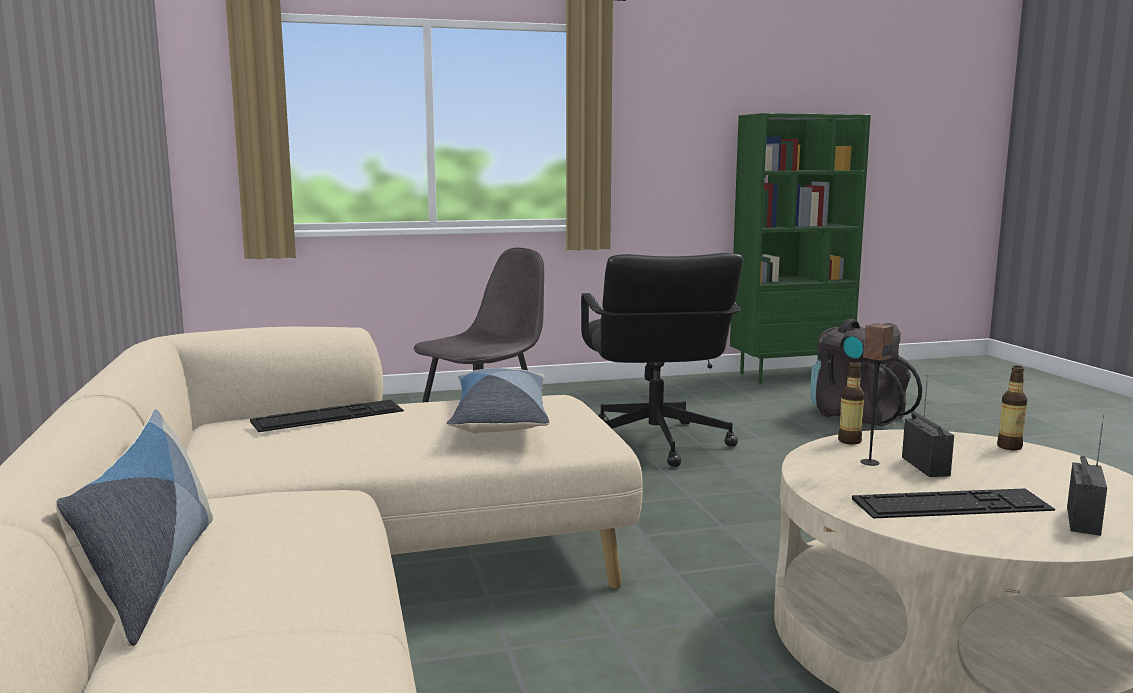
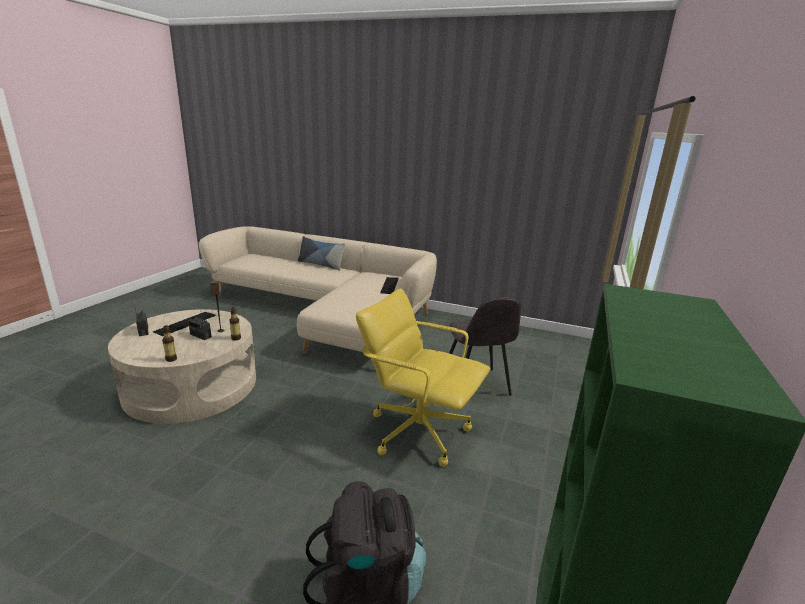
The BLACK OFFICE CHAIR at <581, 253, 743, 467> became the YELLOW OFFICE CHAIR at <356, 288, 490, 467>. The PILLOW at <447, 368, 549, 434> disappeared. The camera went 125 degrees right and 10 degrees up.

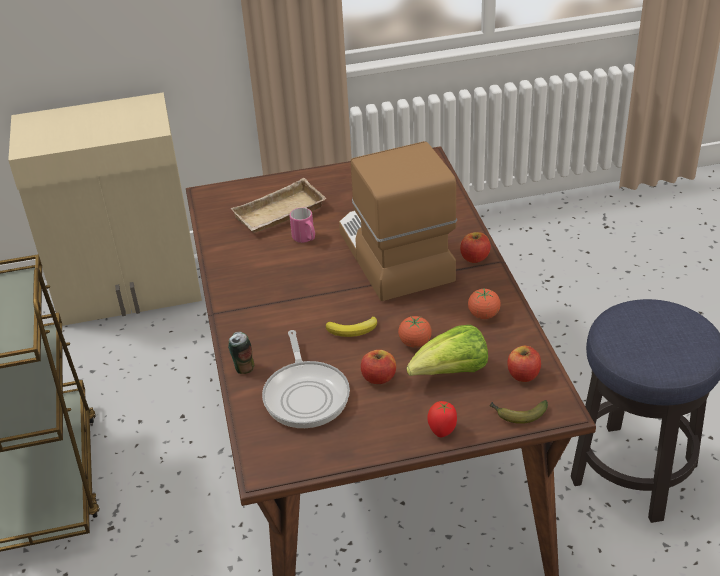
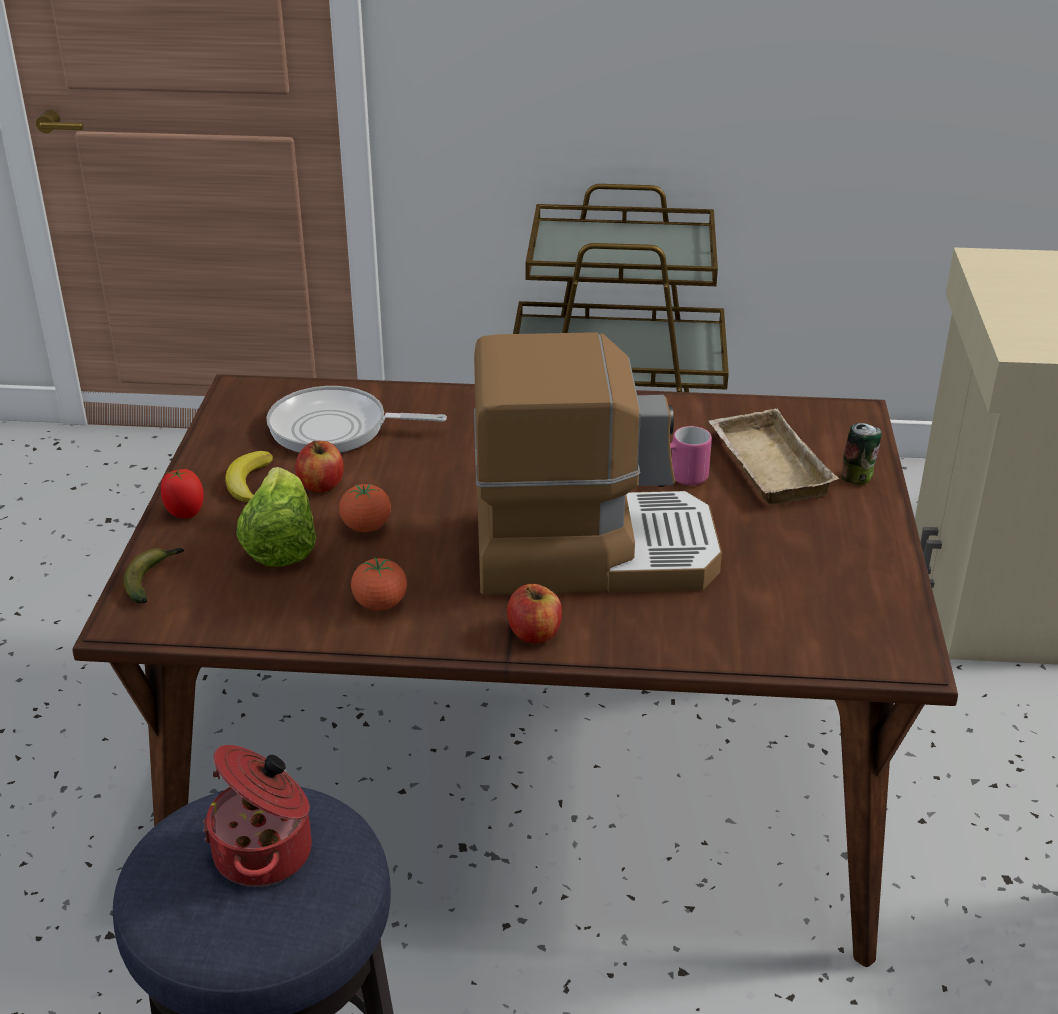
The BANANA moved from <326, 316, 377, 337> to <225, 451, 273, 502>. The CAN moved from <228, 332, 255, 374> to <841, 423, 881, 485>. The APPLE at <507, 346, 541, 382> disappeared. The COOKING POT at <203, 745, 312, 887> appeared. The camera went 105 degrees right and 5 degrees down.

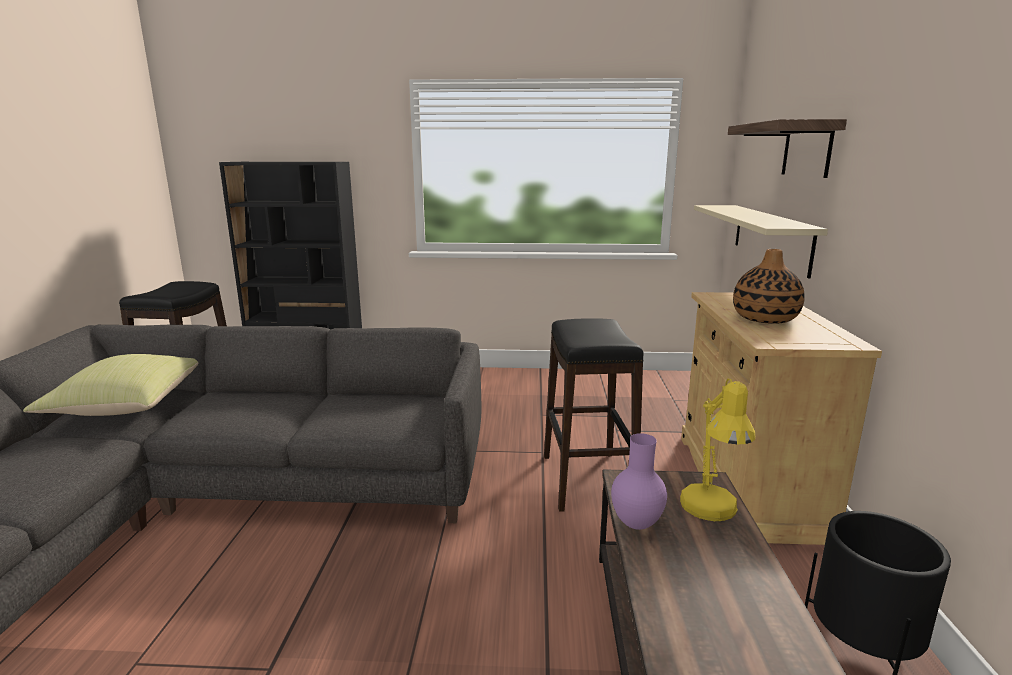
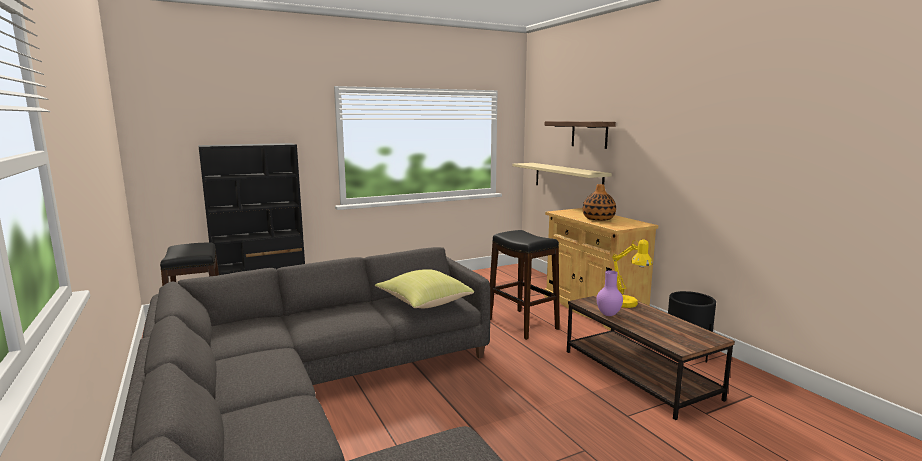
The YELLOW PILLOW moved from <23, 354, 199, 416> to <375, 269, 474, 308>. The camera went 30 degrees left and 5 degrees down.

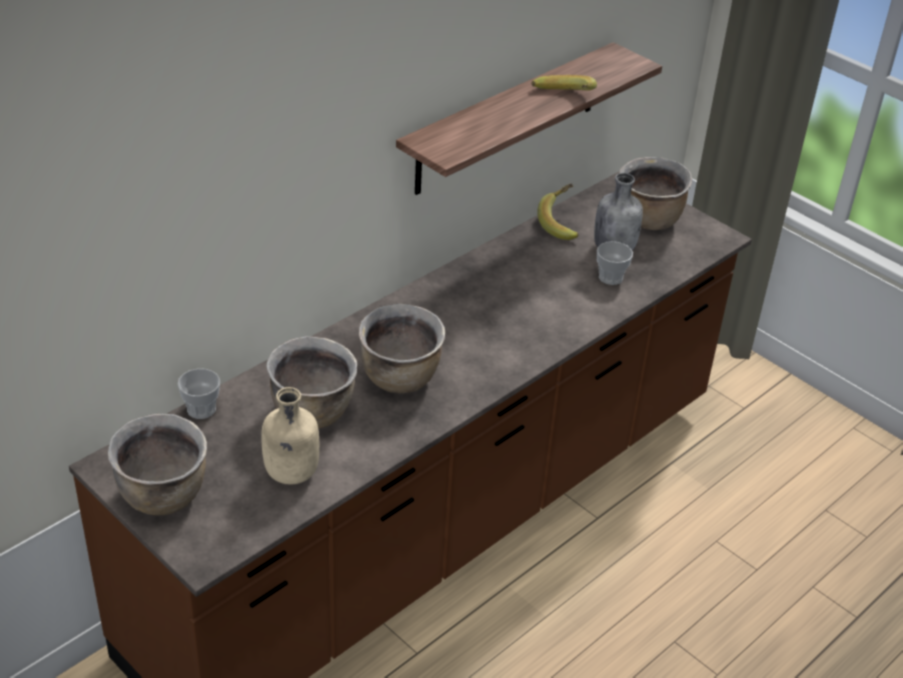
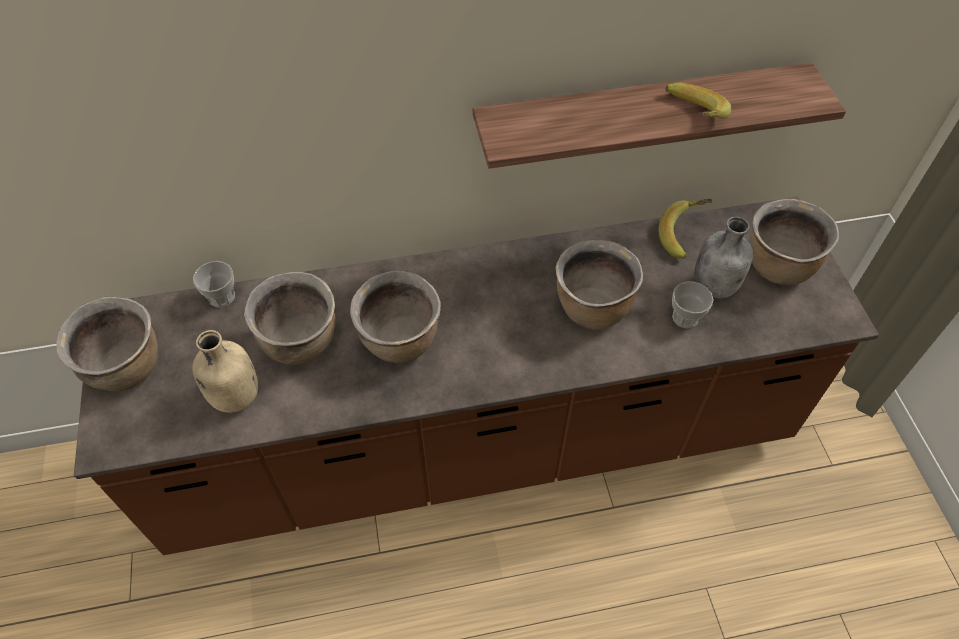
The BROWN COOKING POT at <555, 240, 643, 330> appeared. The camera went 35 degrees right and 15 degrees up.

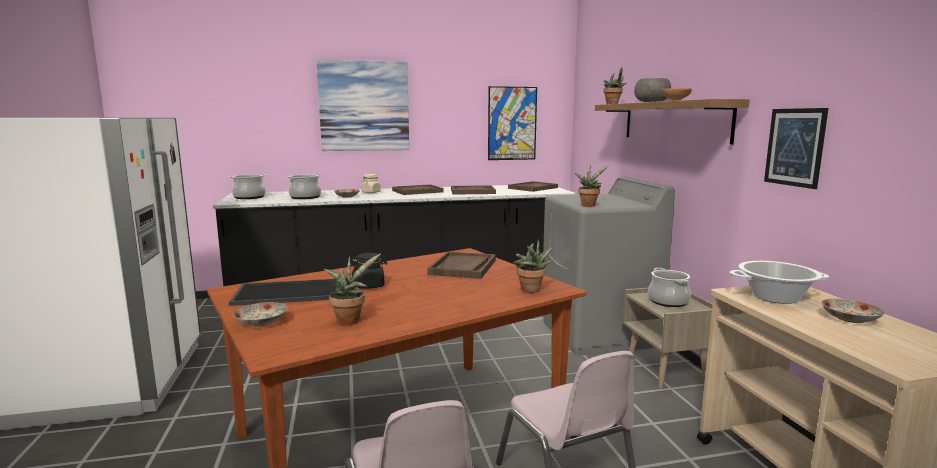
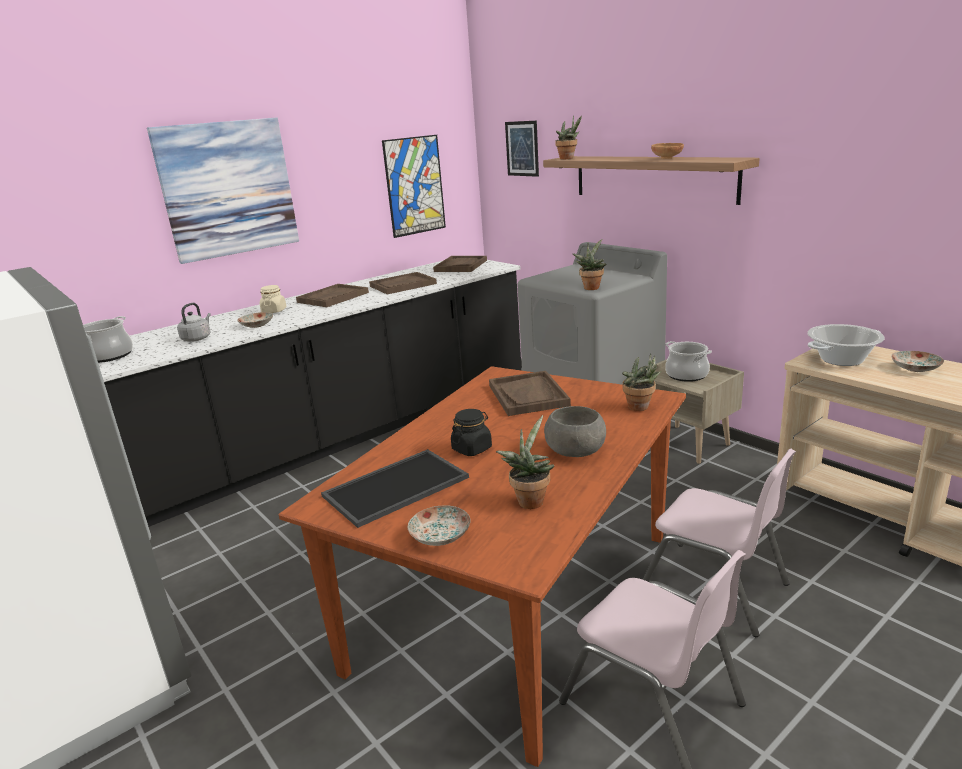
The GREY BOWL moved from <634, 78, 671, 102> to <544, 406, 606, 457>. The PICTURE moved from <764, 108, 828, 189> to <505, 121, 539, 177>. The COOKING POT at <286, 174, 321, 199> was replaced by the GREY KETTLE at <177, 303, 211, 342>. The camera went 25 degrees left and 10 degrees up.

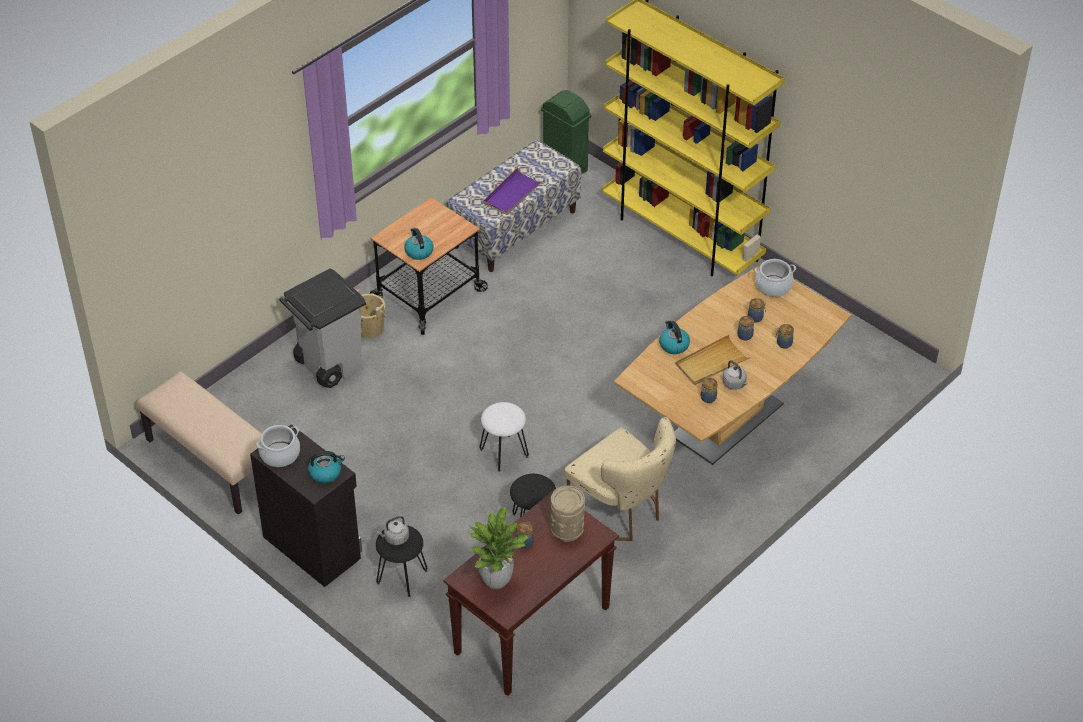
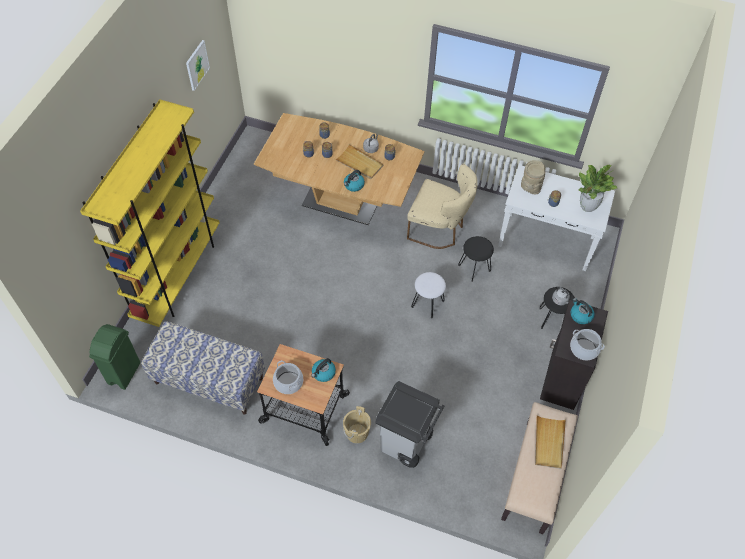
The PURPLE TRAY at <483, 167, 544, 215> disappeared. The COOKING POT moved from <755, 259, 796, 297> to <273, 360, 303, 394>. The BEIGE CHAIR at <565, 417, 676, 541> turned 90 degrees clockwise. The BROWN CONSOLE TABLE at <443, 490, 619, 696> became the WHITE CONSOLE TABLE at <498, 165, 615, 271>. The PICTURE at <186, 40, 210, 91> appeared. The BEIGE TRAY at <535, 416, 566, 469> appeared. The camera went 115 degrees left and 10 degrees up.

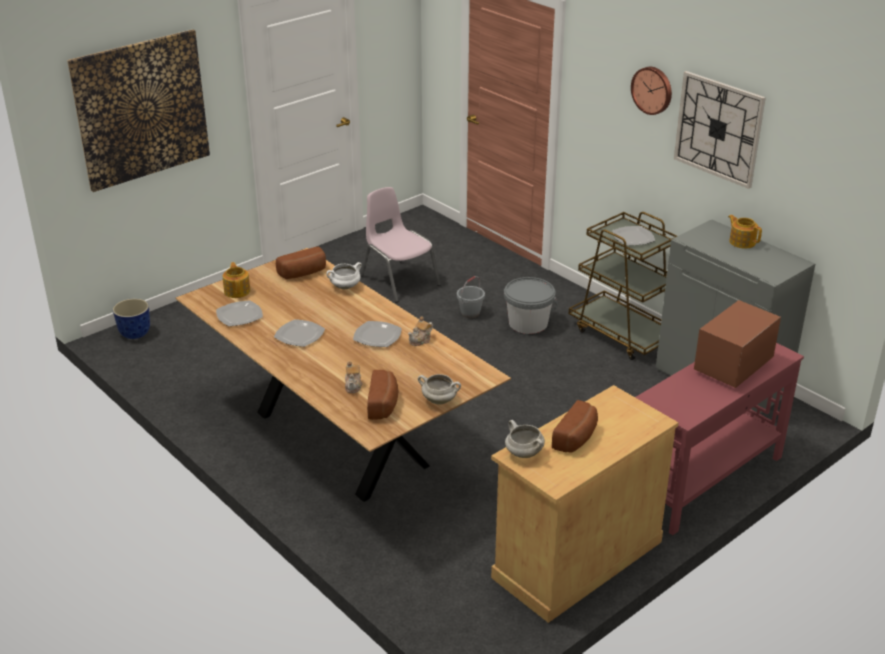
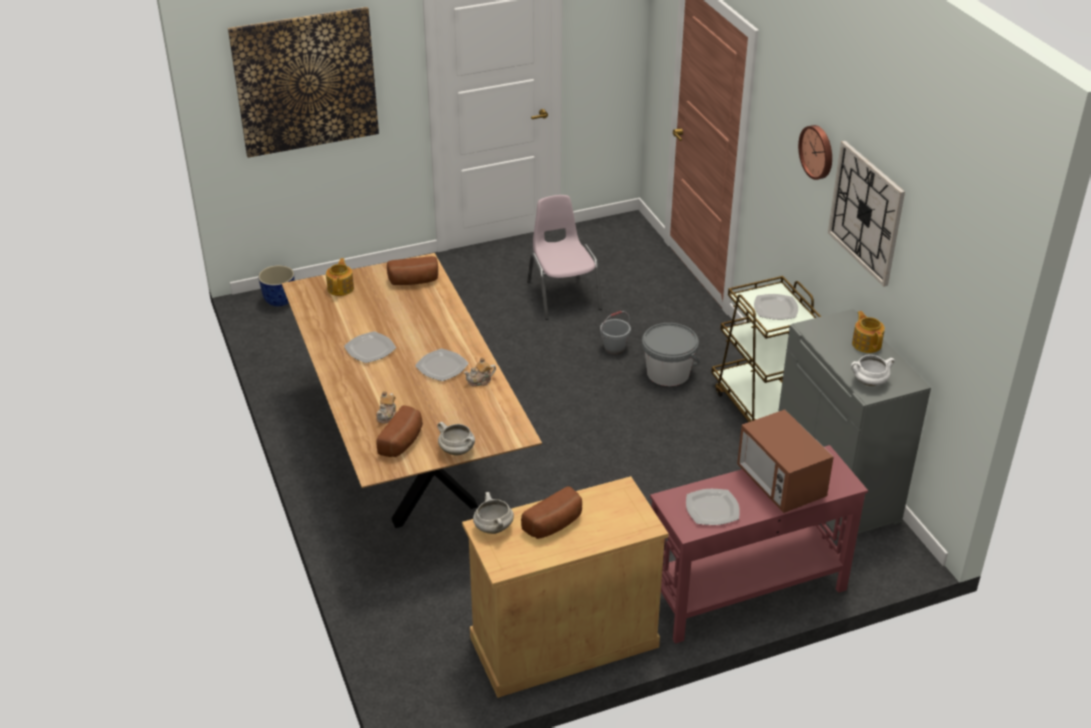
The WHITE COOKING POT moved from <326, 262, 362, 289> to <851, 355, 895, 386>. The PLATE moved from <216, 300, 263, 326> to <686, 489, 740, 525>. The MICROWAVE at <694, 300, 781, 388> turned 90 degrees counterclockwise. The camera went 20 degrees right and 5 degrees up.

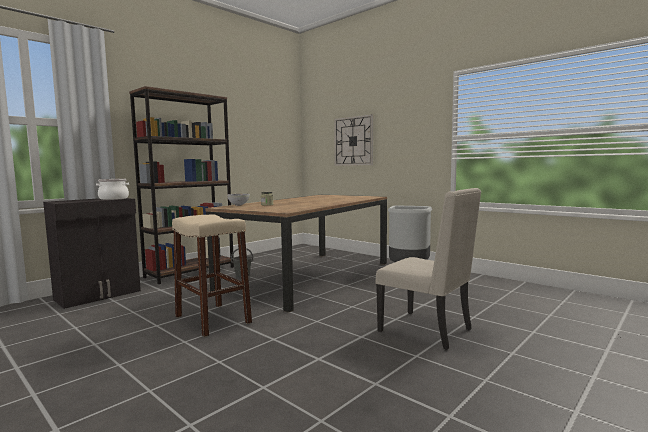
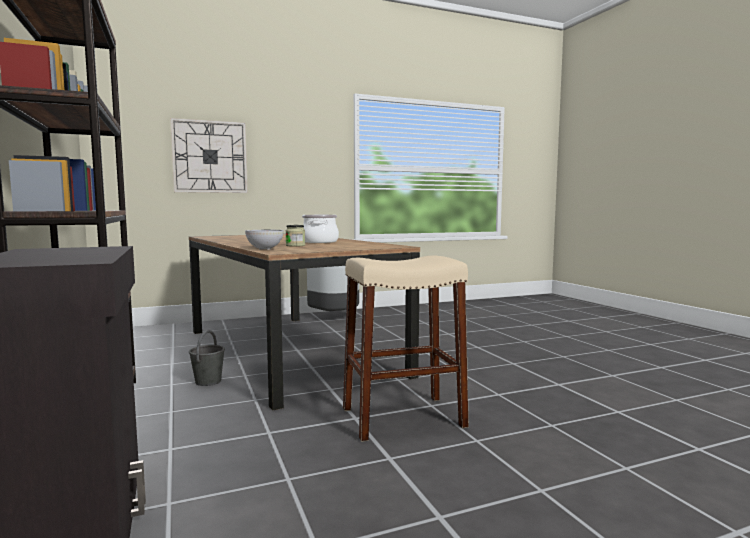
The COOKING POT moved from <96, 179, 129, 200> to <302, 215, 339, 243>. The BEIGE CHAIR at <376, 188, 481, 350> disappeared. The camera went 65 degrees left and 0 degrees up.

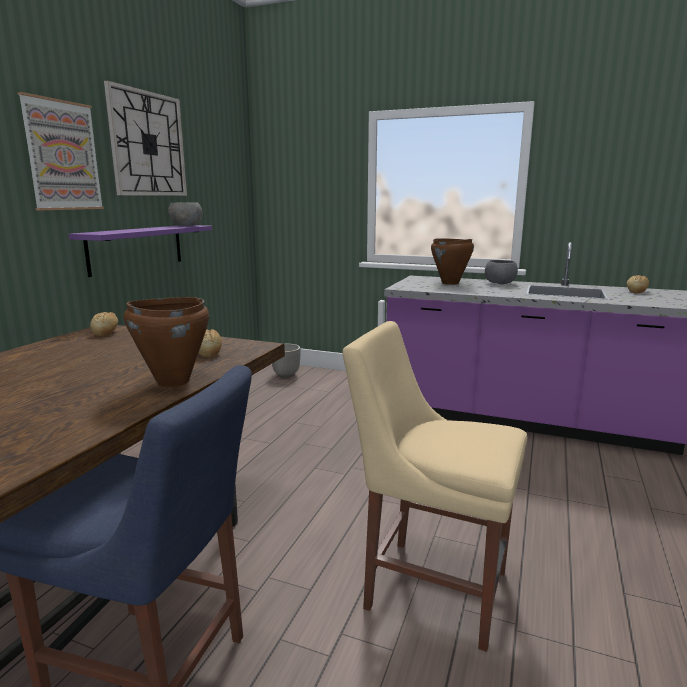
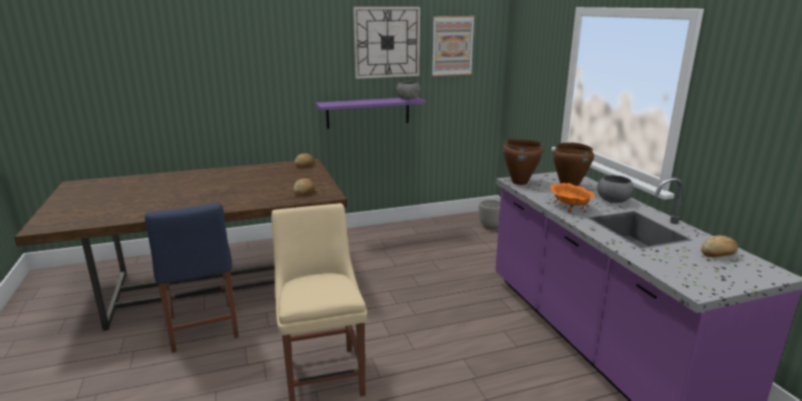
The PICTURE moved from <17, 92, 104, 210> to <432, 16, 475, 76>. The BROWN COOKING POT moved from <124, 297, 209, 387> to <503, 139, 544, 185>. The ORANGE BOWL at <550, 183, 595, 213> appeared. The camera went 50 degrees right and 5 degrees up.

